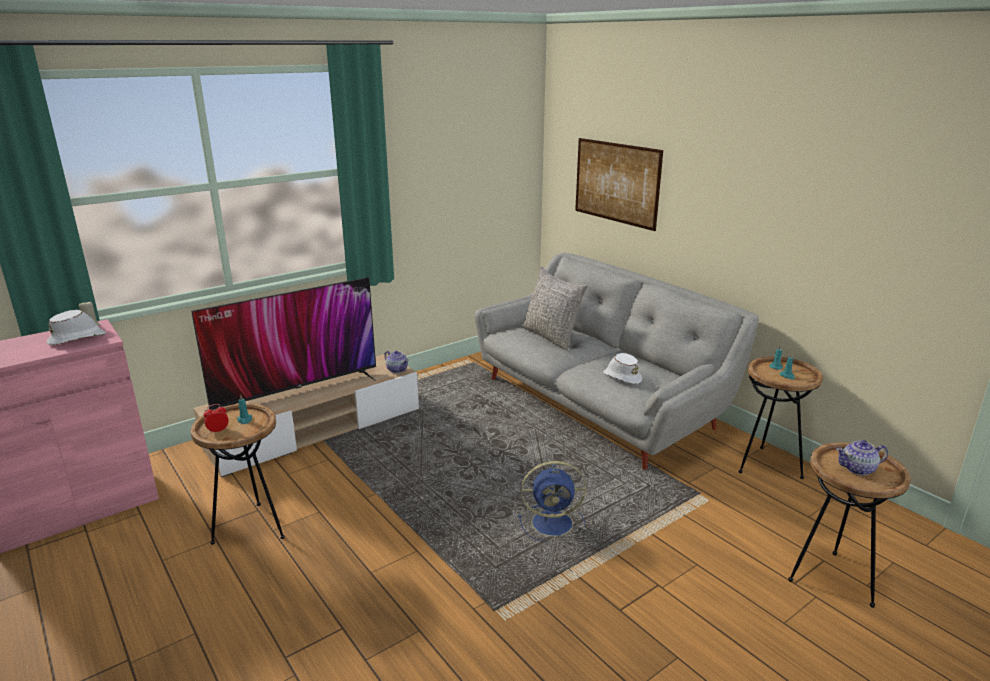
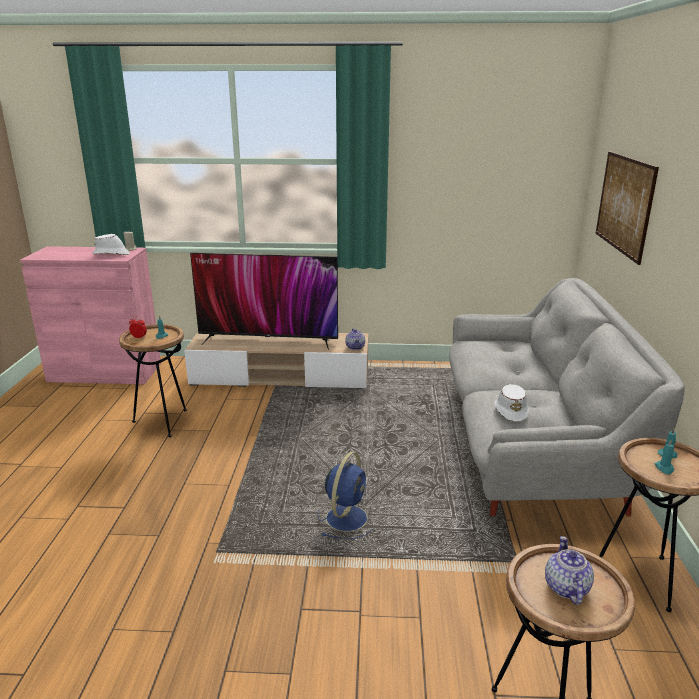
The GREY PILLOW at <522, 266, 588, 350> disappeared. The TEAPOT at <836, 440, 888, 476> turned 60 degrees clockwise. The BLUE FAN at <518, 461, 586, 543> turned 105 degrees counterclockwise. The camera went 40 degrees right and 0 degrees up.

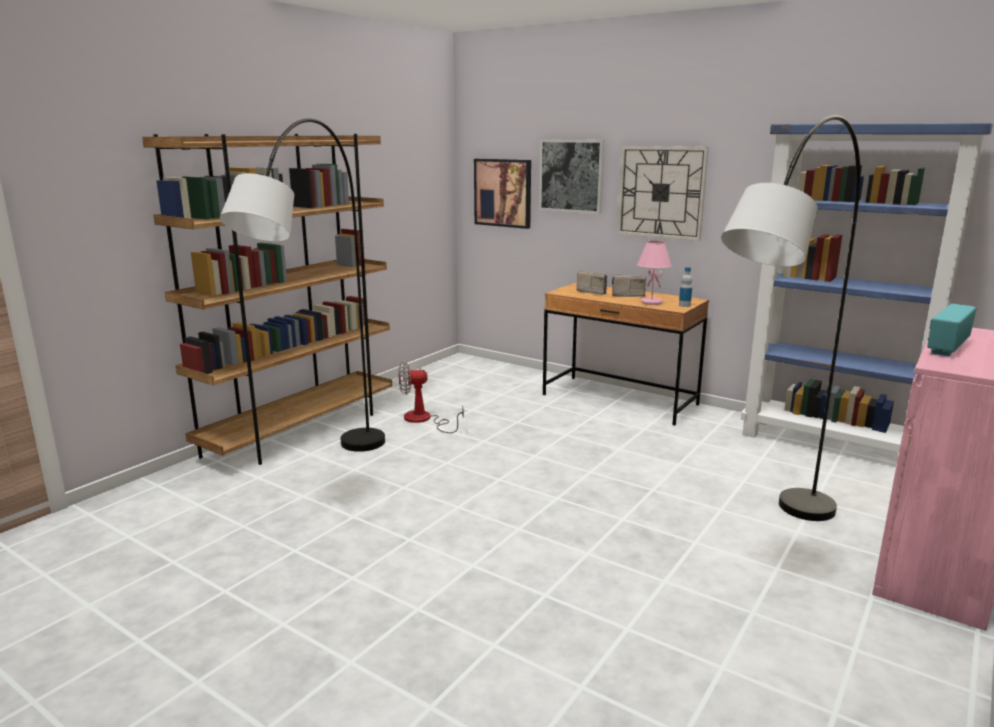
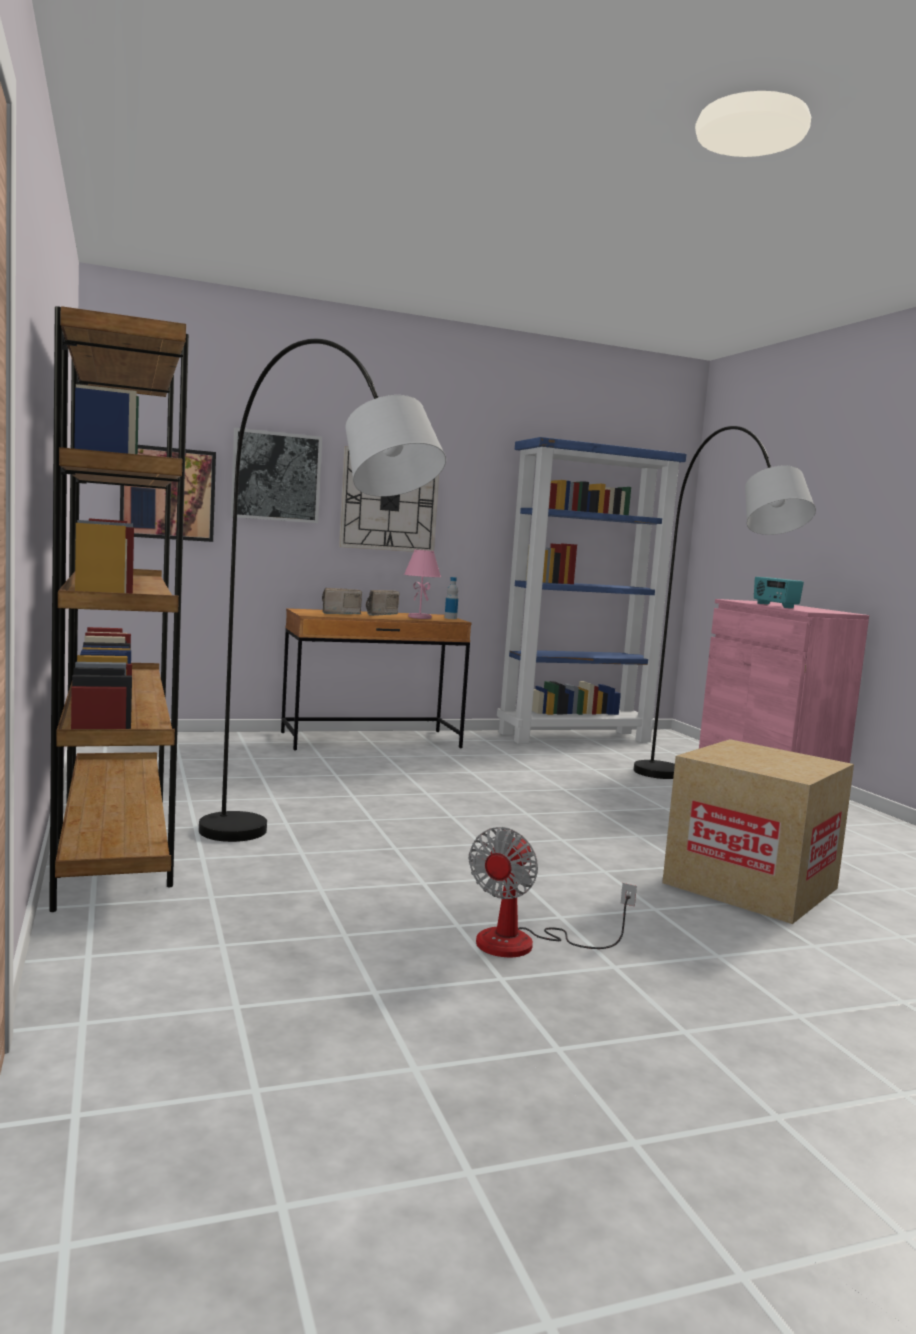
The FAN moved from <398, 361, 464, 433> to <468, 827, 637, 958>. The CARDBOARD BOX at <662, 739, 854, 924> appeared. The camera went 55 degrees left and 10 degrees down.

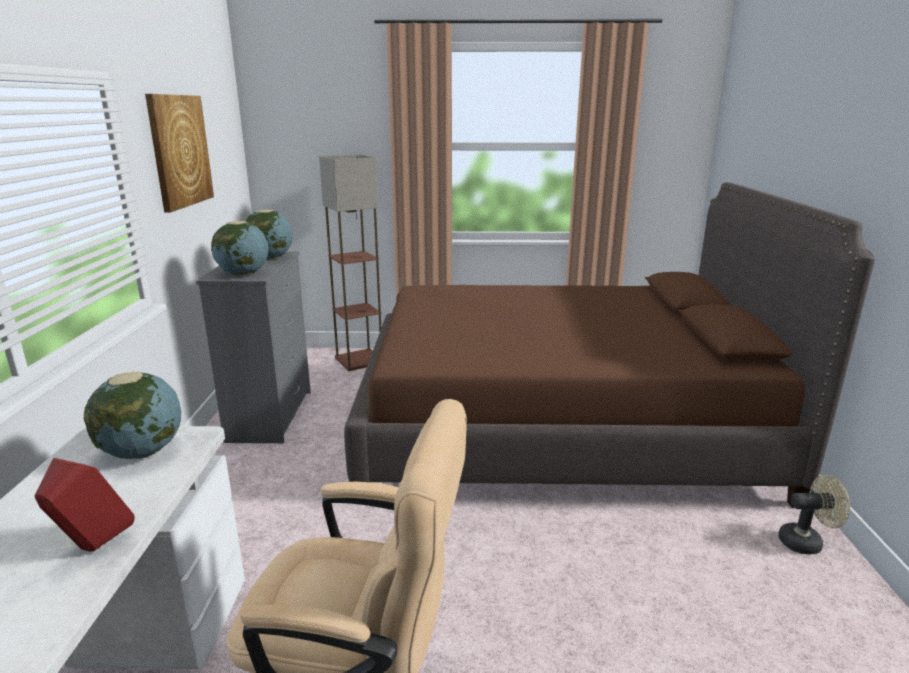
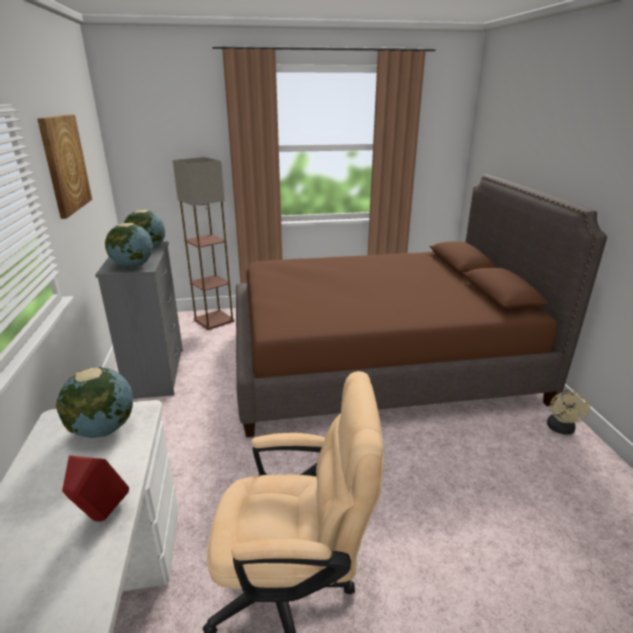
The BEIGE FAN at <778, 475, 850, 554> turned 120 degrees clockwise. The camera went 10 degrees left and 5 degrees up.

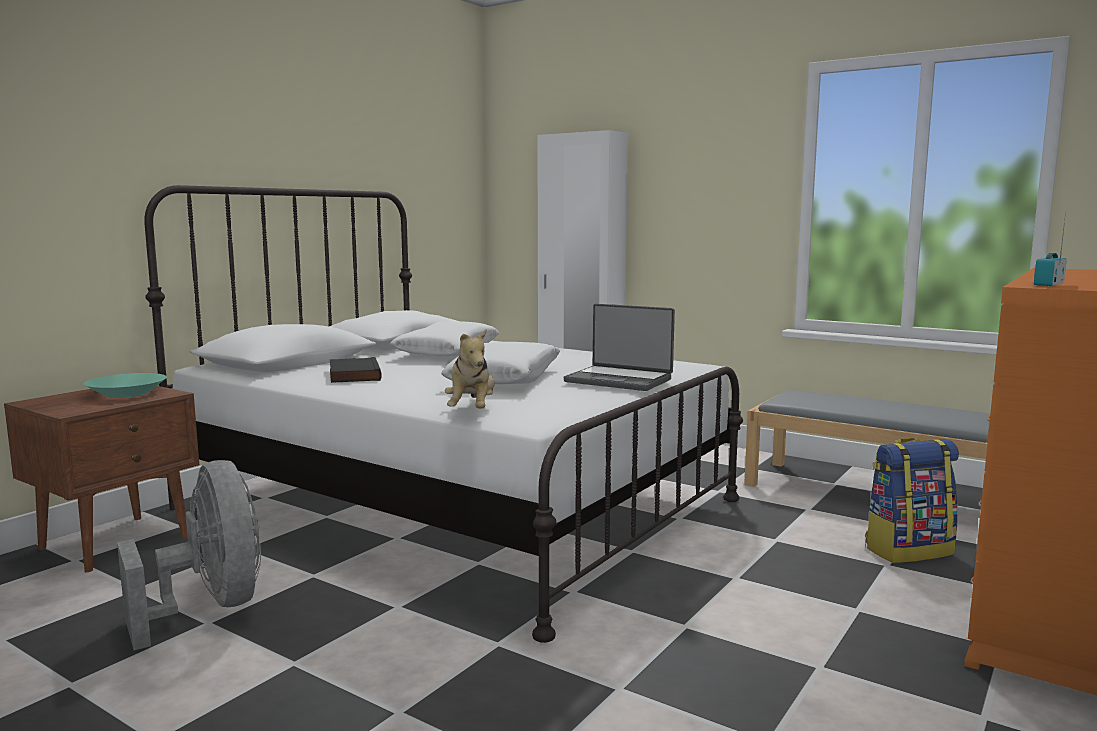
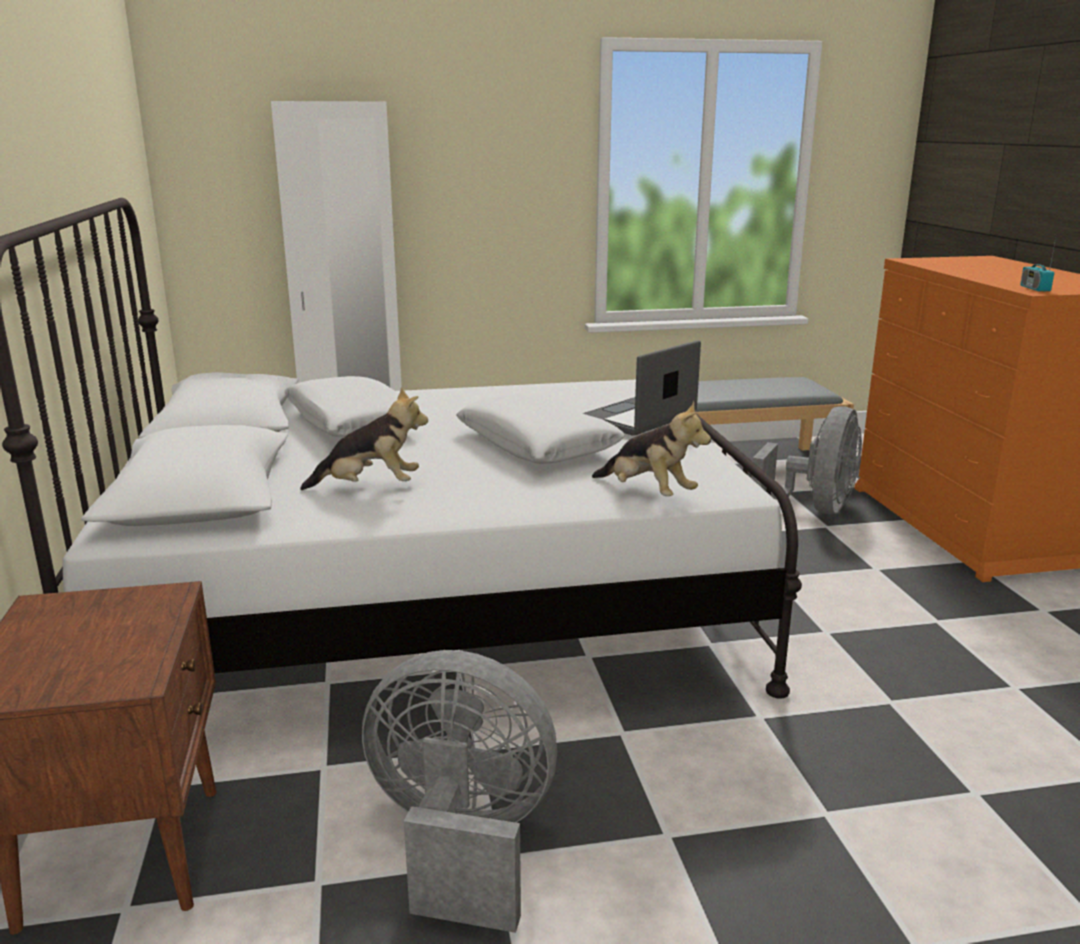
The LAPTOP at <564, 304, 675, 391> turned 150 degrees clockwise. The BLACK BOOK at <330, 357, 382, 383> was replaced by the PLUSH TOY at <300, 387, 428, 490>. The TURQUOISE BOWL at <83, 373, 167, 398> disappeared. The BACKPACK at <865, 438, 959, 563> was replaced by the GREY FAN at <751, 406, 862, 514>. The camera went 45 degrees left and 10 degrees up.

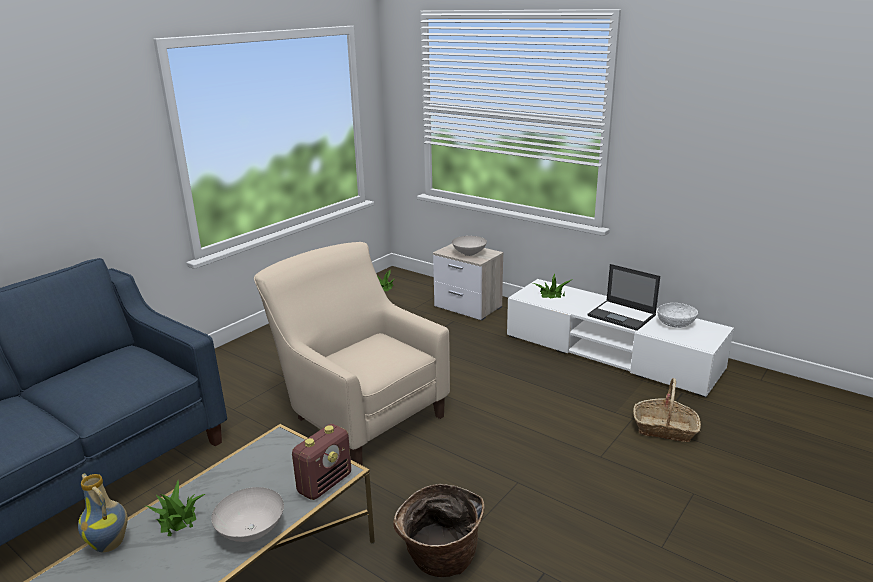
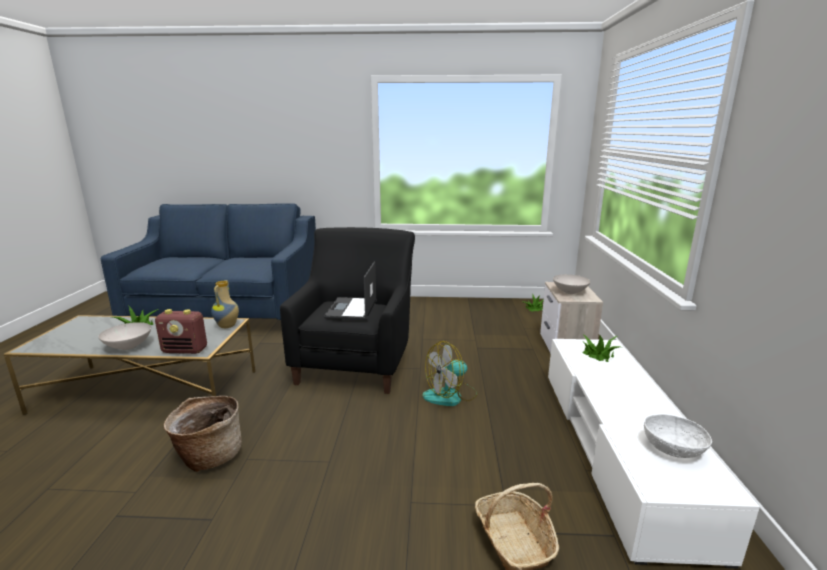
The BEIGE ARMCHAIR at <254, 242, 450, 466> became the BLACK ARMCHAIR at <280, 227, 415, 394>. The LAPTOP moved from <588, 264, 660, 331> to <324, 261, 377, 320>. The VASE moved from <78, 473, 128, 552> to <211, 280, 239, 328>. The FAN at <422, 341, 478, 406> appeared. The camera went 55 degrees right and 5 degrees down.

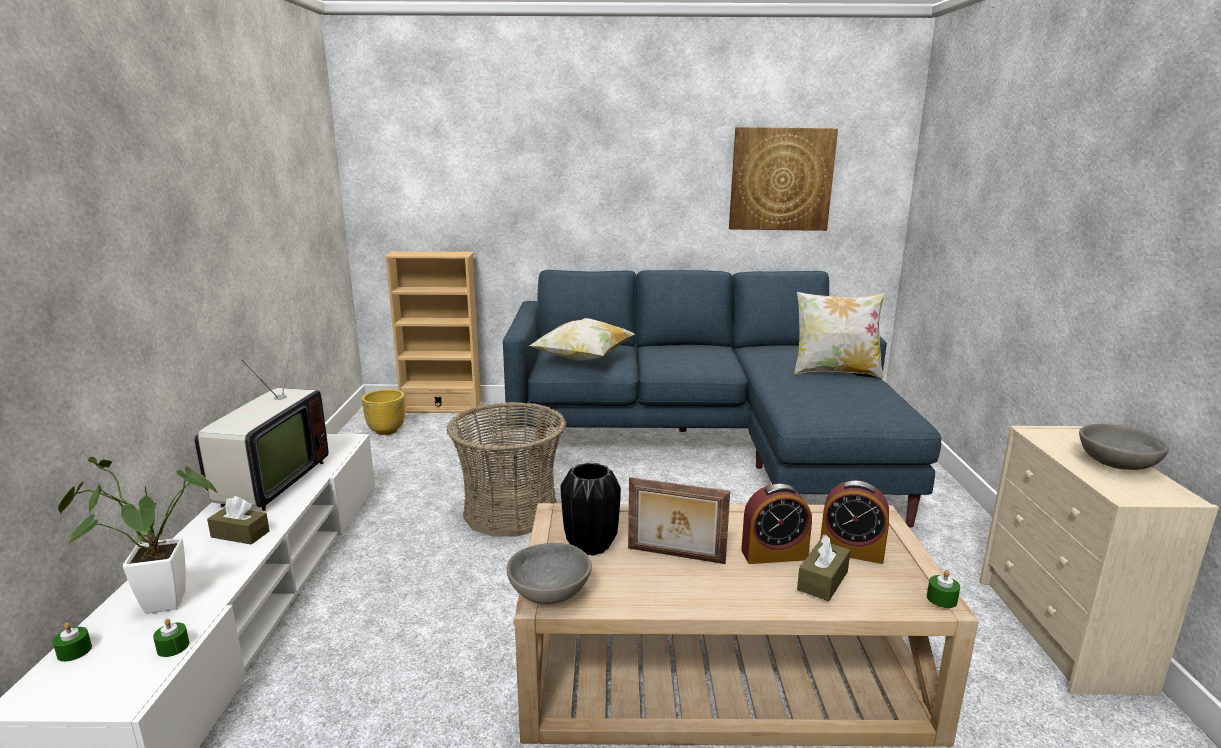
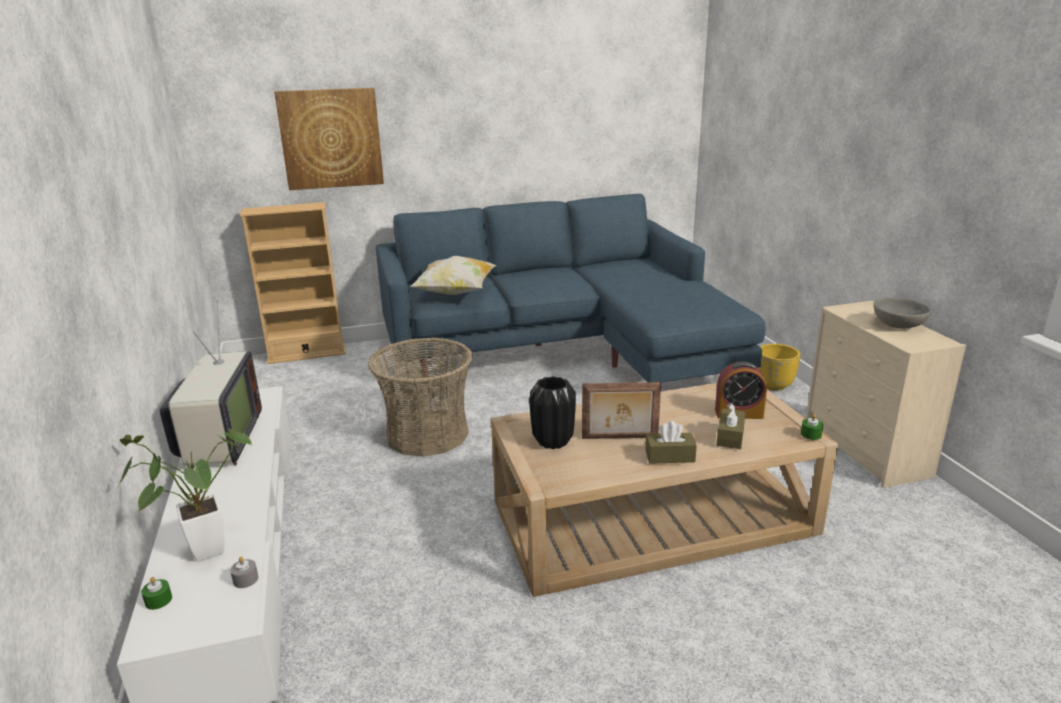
The PICTURE moved from <729, 127, 838, 231> to <274, 88, 384, 190>. The PILLOW at <794, 292, 885, 378> disappeared. The YELLOW PLANTER moved from <362, 389, 405, 435> to <759, 344, 800, 390>. The ALARM CLOCK at <741, 484, 812, 564> disappeared. The BROWN TISSUE BOX moved from <207, 496, 270, 545> to <645, 421, 697, 464>. The GREY BOWL at <507, 543, 592, 604> disappeared. The GREEN CANDLE at <153, 619, 189, 657> became the GREY CANDLE at <230, 557, 258, 588>. The camera went 15 degrees left and 5 degrees up.

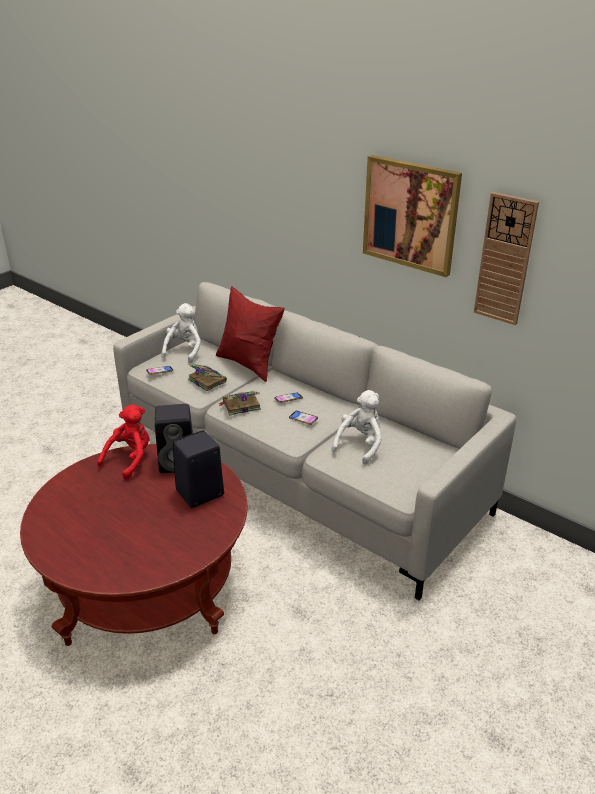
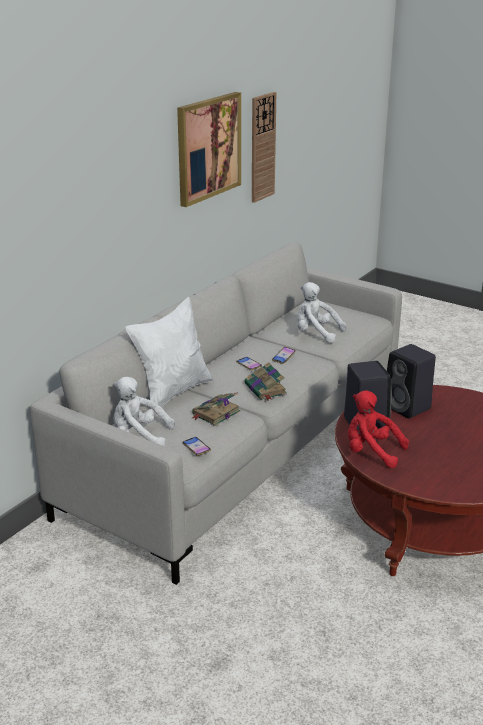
The RED PILLOW at <216, 286, 285, 382> became the WHITE PILLOW at <126, 297, 213, 413>. The camera went 95 degrees left and 5 degrees down.

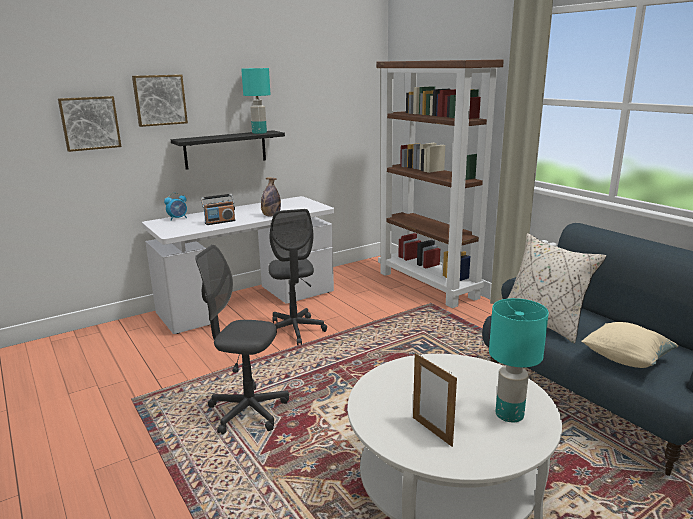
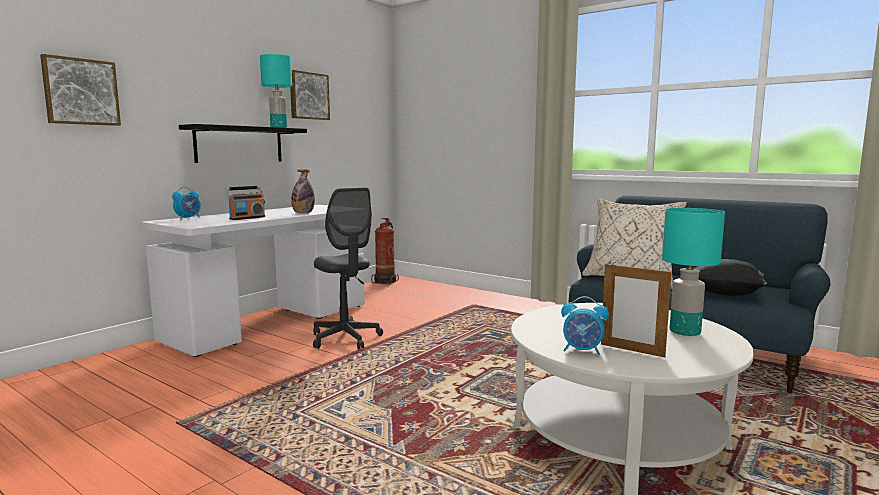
The BROWN BOOKCASE at <376, 60, 504, 308> disappeared. The PICTURE moved from <132, 75, 188, 127> to <290, 70, 330, 120>. The GREY OFFICE CHAIR at <195, 245, 289, 435> disappeared. The BEIGE PILLOW at <582, 322, 678, 368> became the BLACK PILLOW at <694, 259, 767, 296>. The FIRE EXTINGUISHER at <371, 218, 399, 285> appeared. The ALARM CLOCK at <561, 296, 609, 355> appeared. The camera went 20 degrees left and 10 degrees down.

